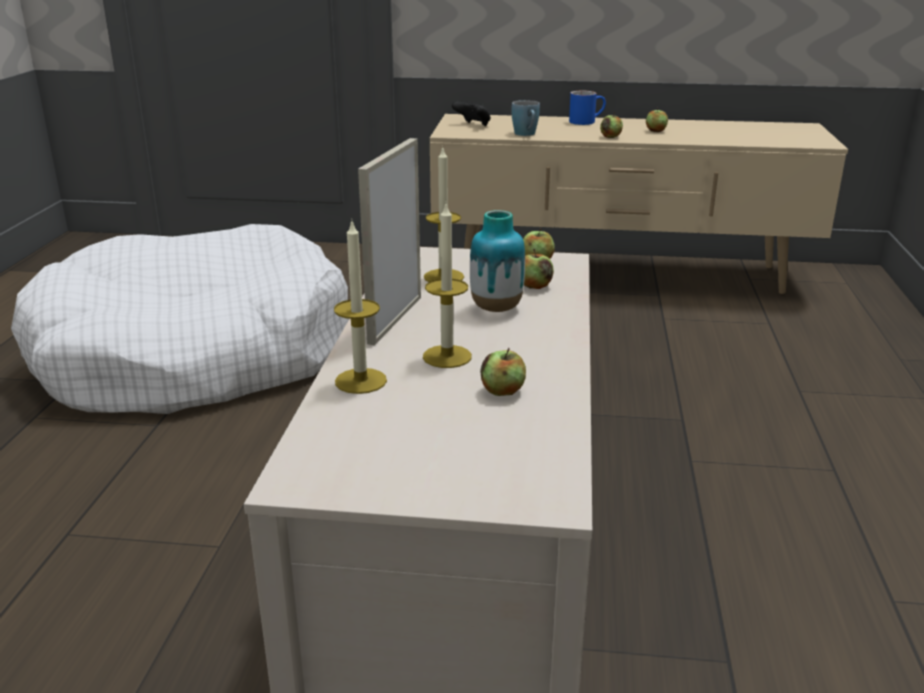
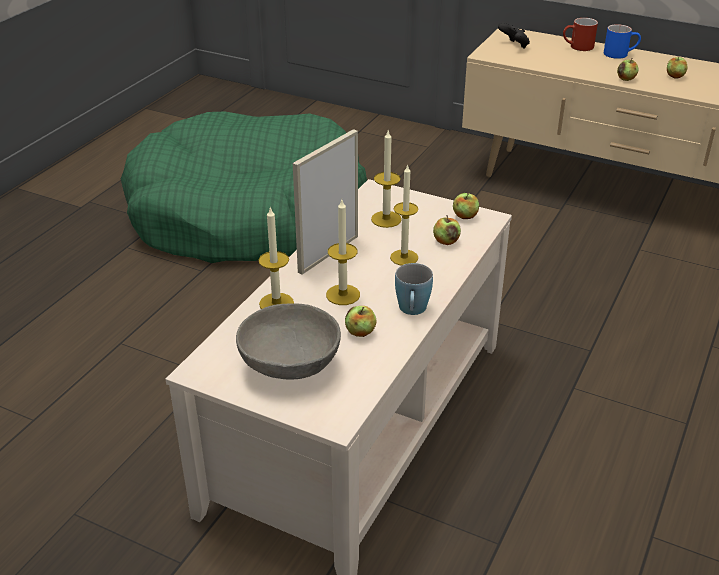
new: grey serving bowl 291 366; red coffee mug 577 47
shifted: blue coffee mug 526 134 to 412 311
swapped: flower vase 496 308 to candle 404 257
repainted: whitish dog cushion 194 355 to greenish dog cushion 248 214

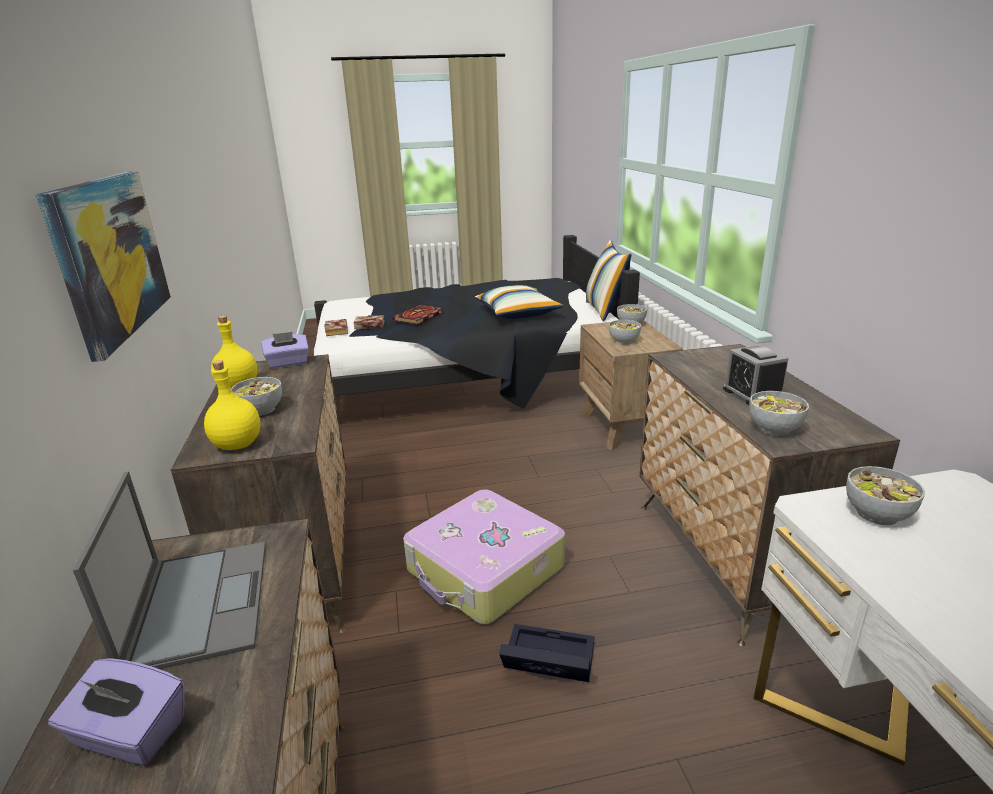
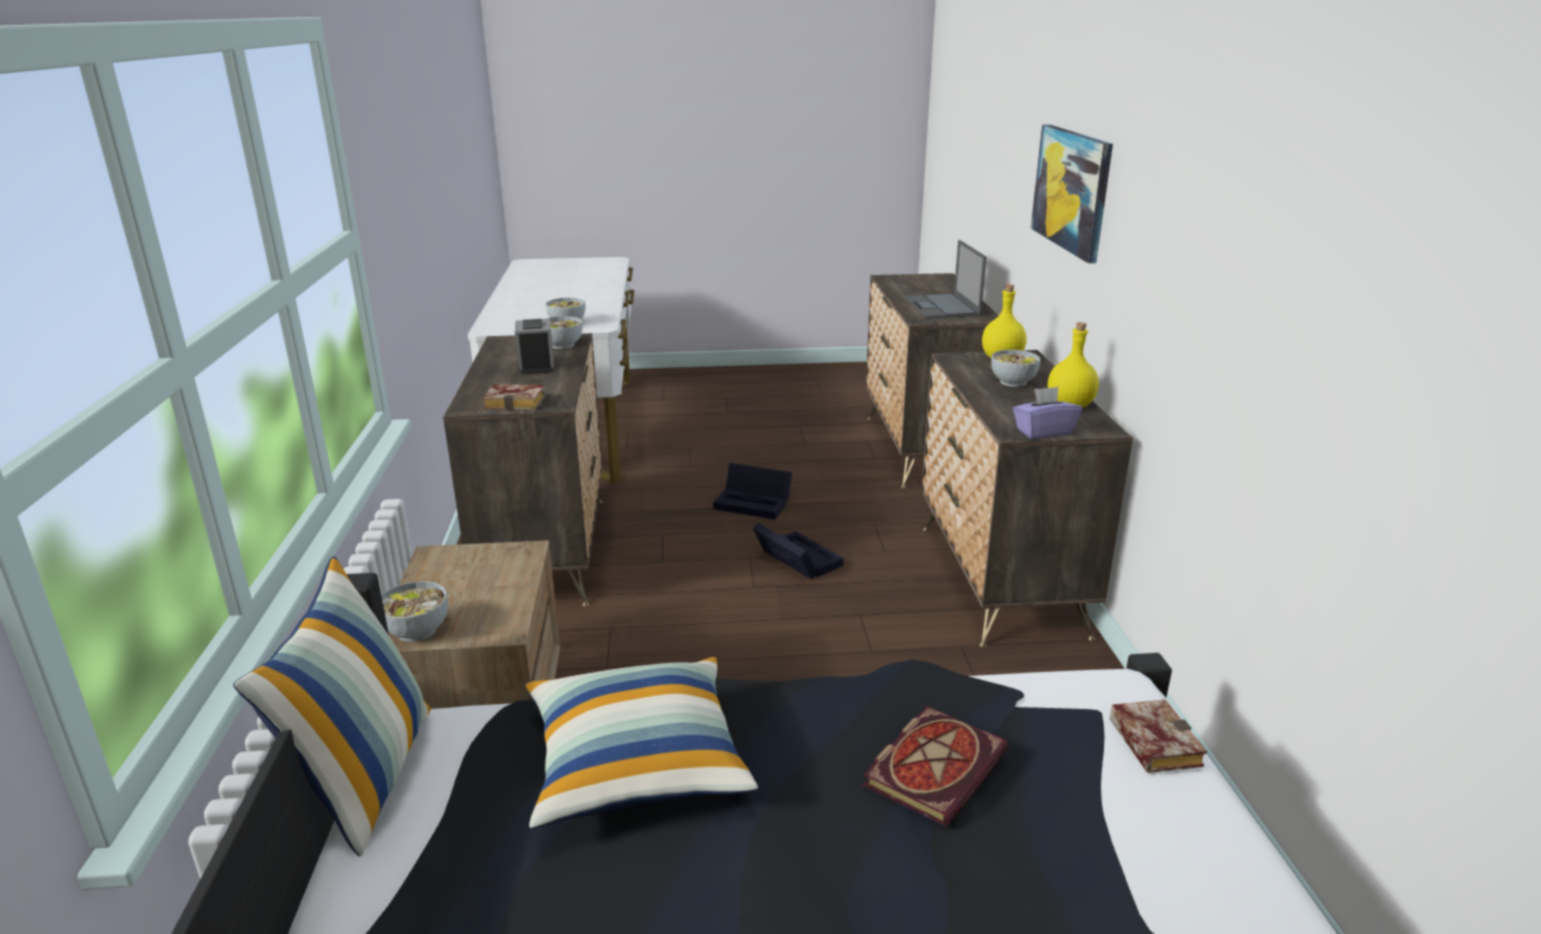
gone: purple-coloured tissue box 130 735; serving bowl 624 341
shifted: bound book 368 326 to 517 402
swapped: travel case 485 570 to blackish storage container 795 559

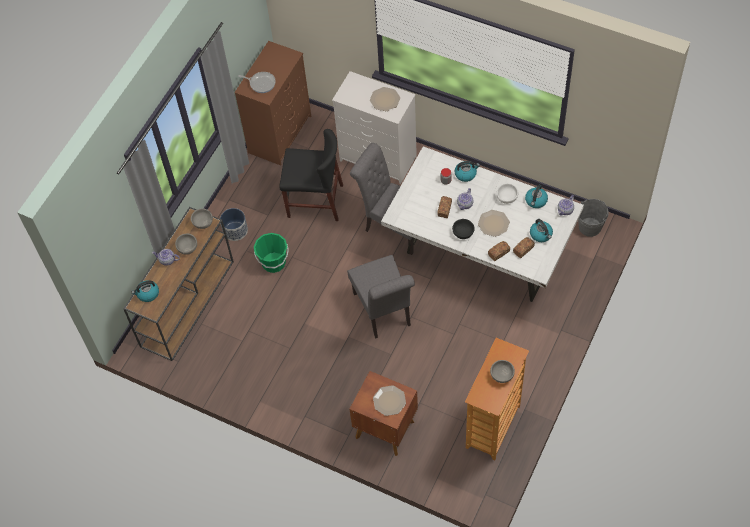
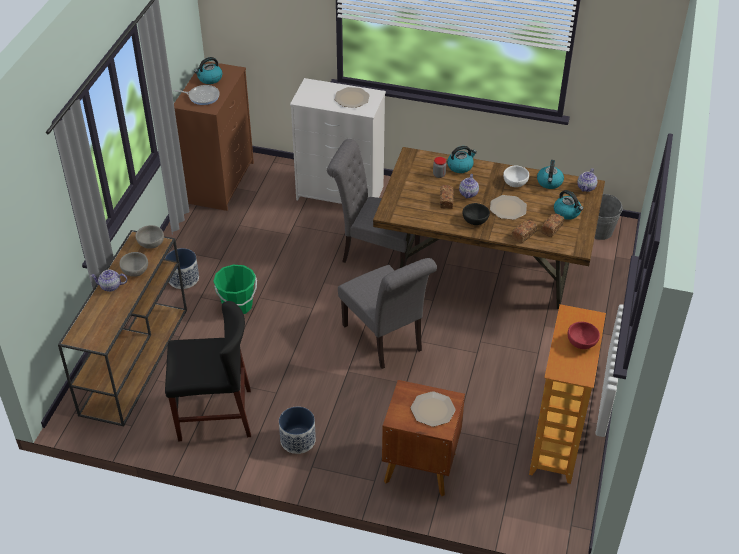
new: flower pot 297 440
shifted: tea kettle 147 294 to 209 79; blackish chair 315 201 to 214 415
repainted: whitish kitchen table 481 254 to brown-coloured kitchen table 485 270; grey serving bowl 501 375 to red serving bowl 581 342

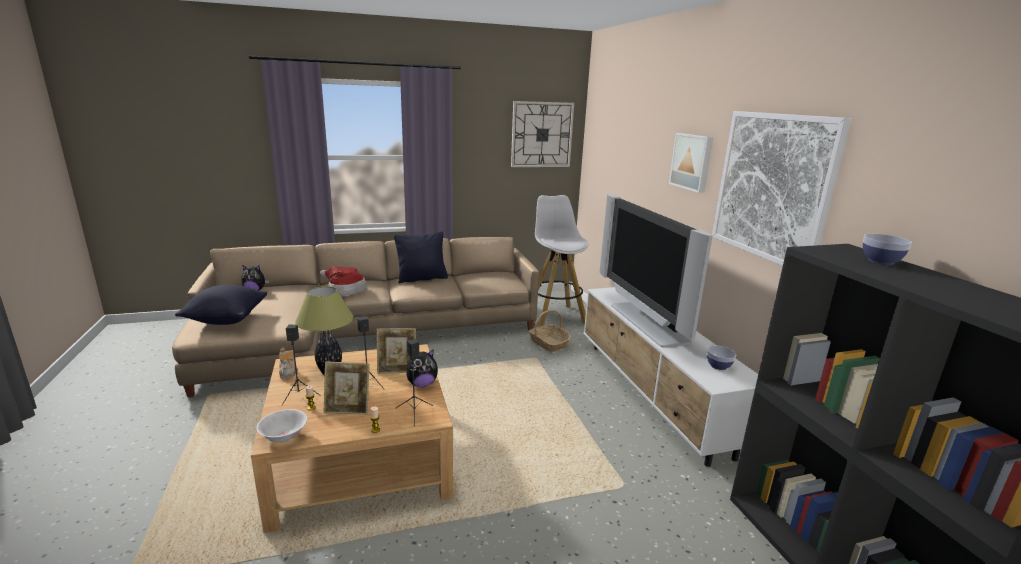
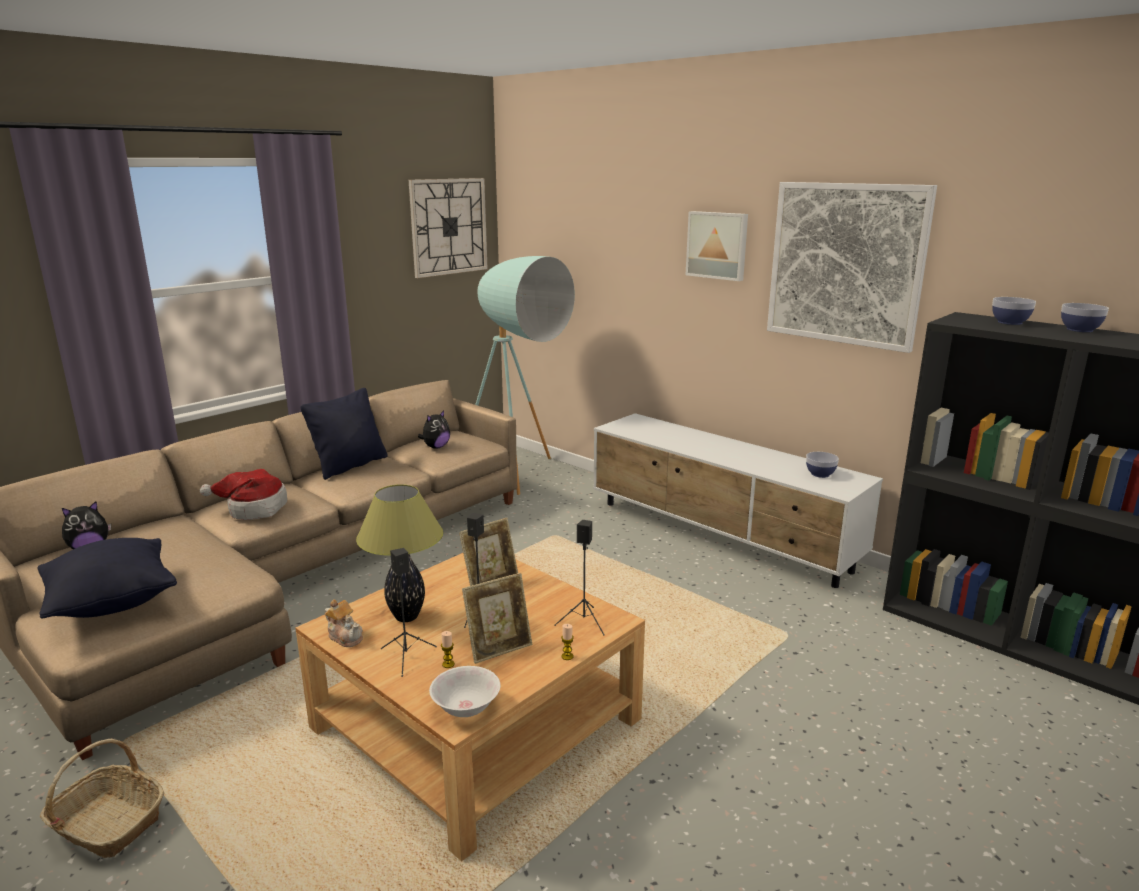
gone: television 646 323
new: serving bowl 1080 330
shifted: cuddly toy 422 384 to 436 447; storage basket 548 343 to 107 824
swapped: whitish stool seat 555 316 to turquoise-coloured standing lamp 521 479

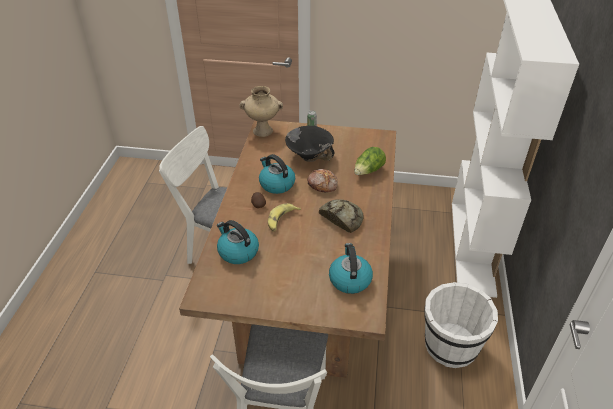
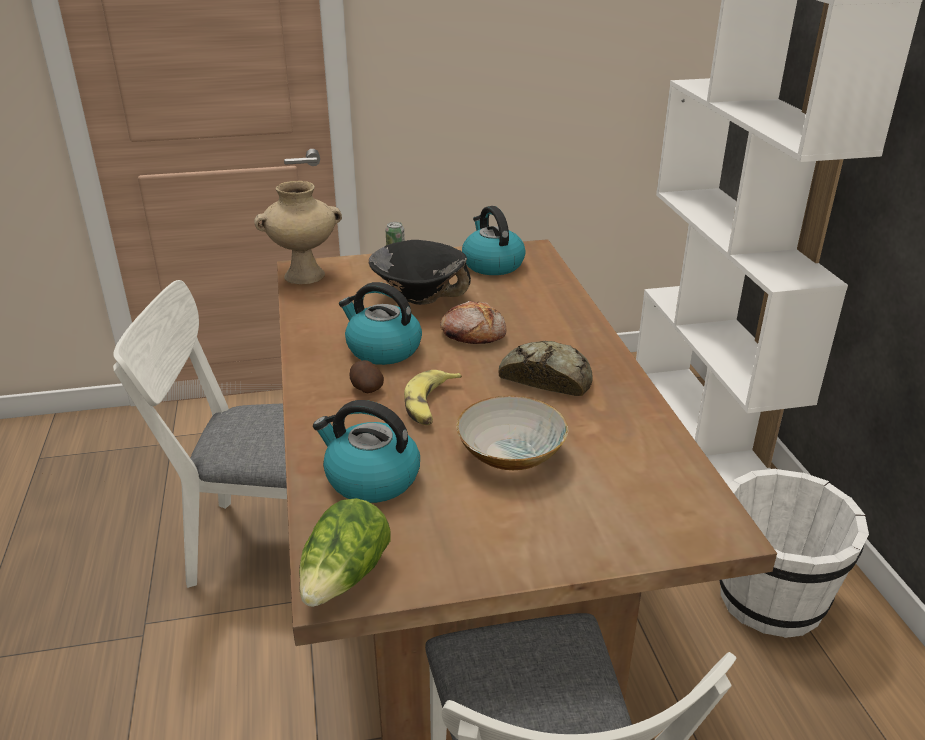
new: serving bowl 510 455
shifted: tea kettle 349 279 to 492 264; head of lettuce 368 171 to 345 577

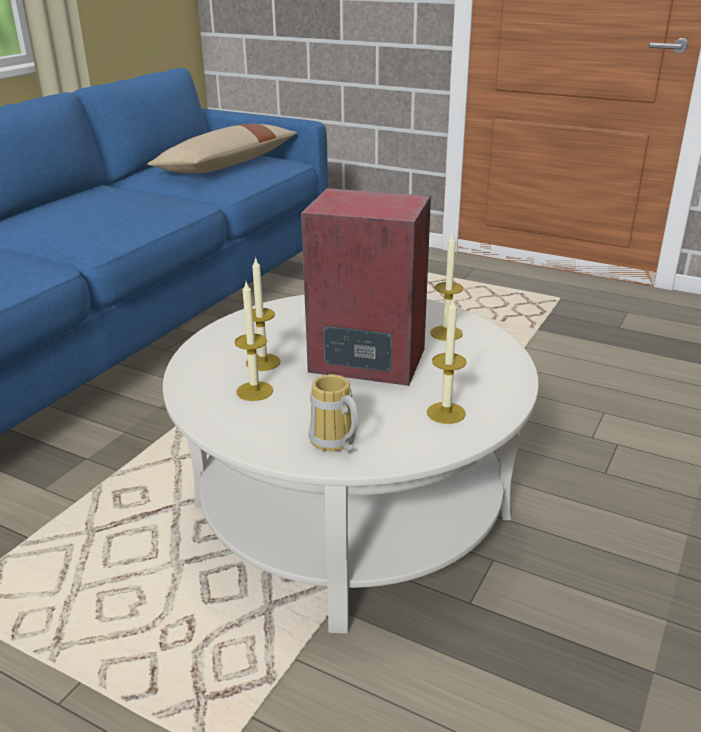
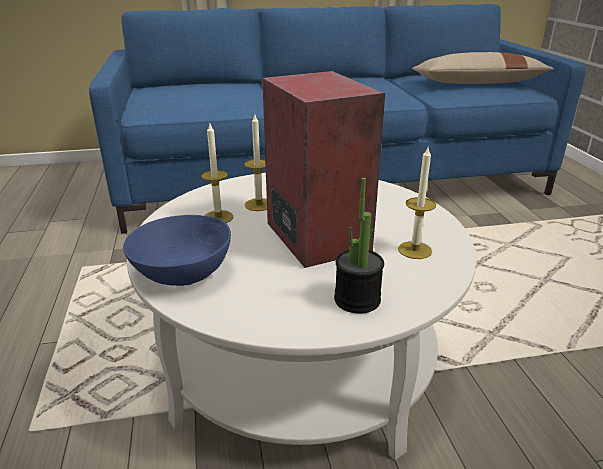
gone: candle 446 413
new: potted plant 357 299
swapped: coffee mug 333 444 to blue serving bowl 182 272

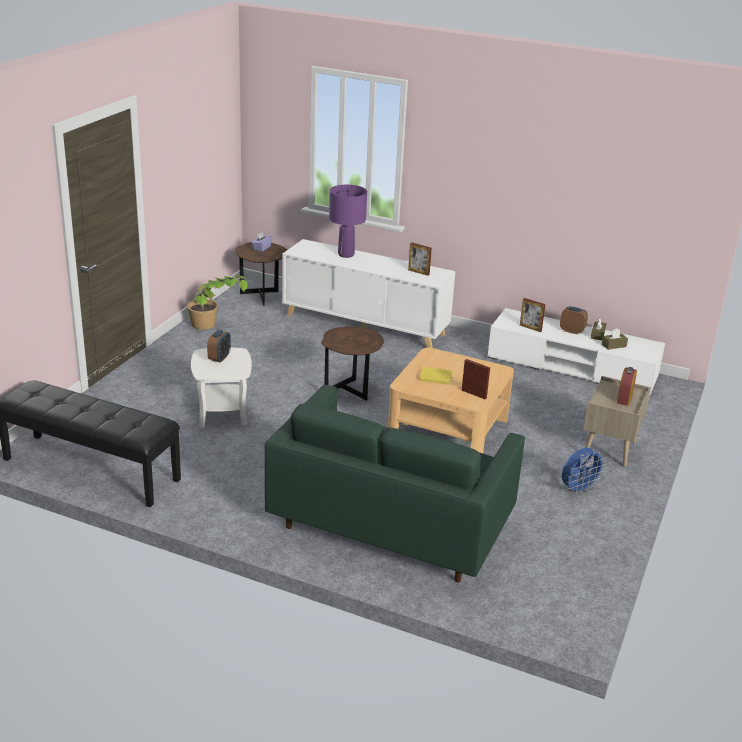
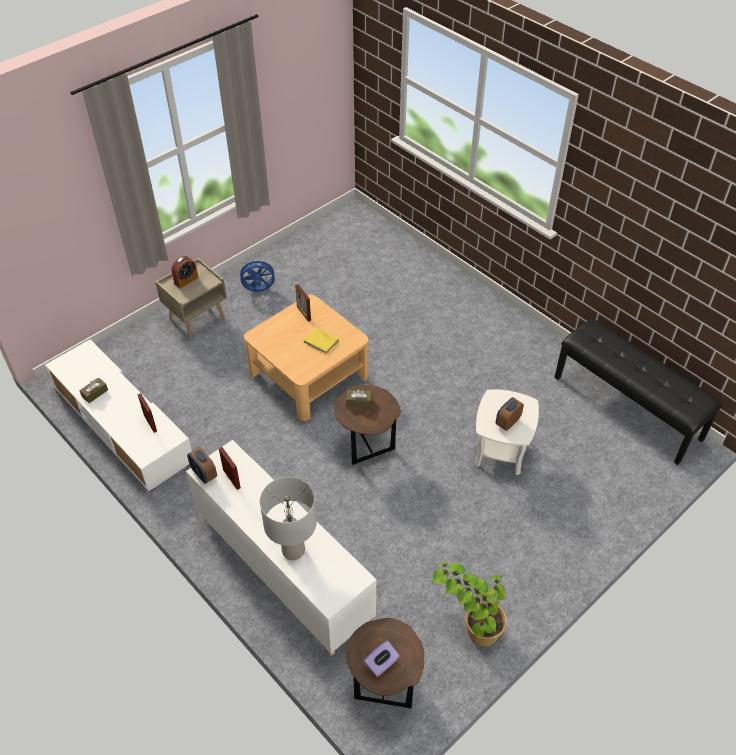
gone: greenish settee 391 525
shifted: bedside clock 572 331 to 204 474; brown-coloured tissue box 613 345 to 358 402
repainted: purple-coloured lamp for a table 346 254 to grey lamp for a table 293 551

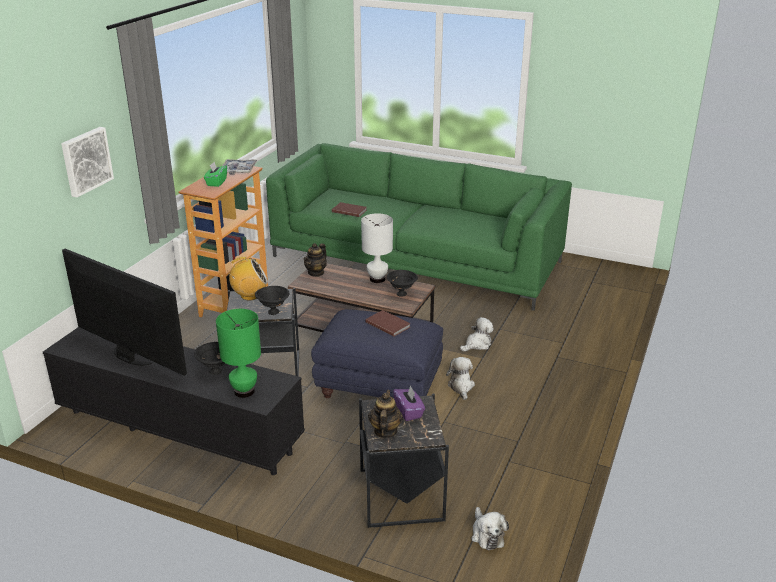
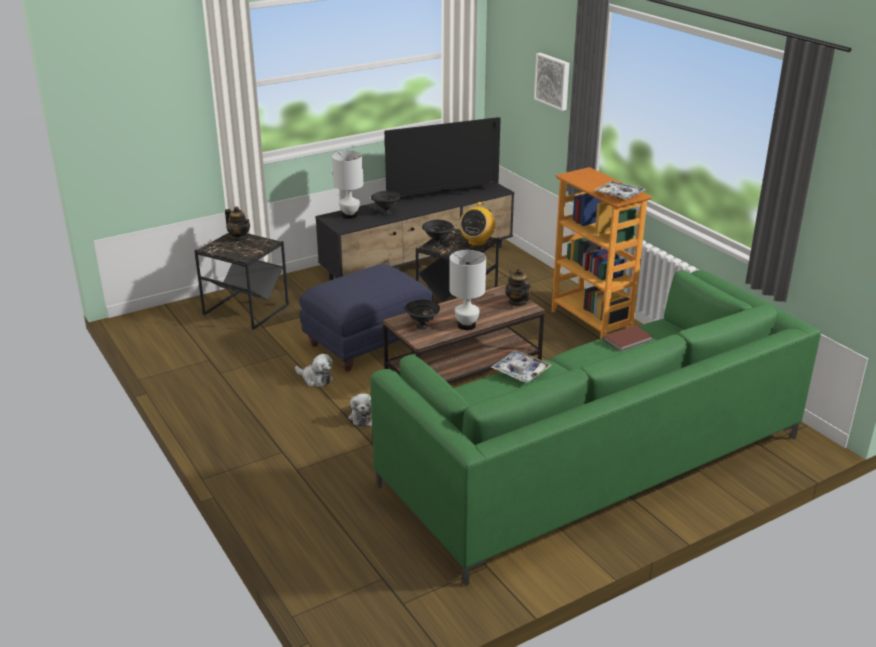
gone: greenish tissue box 216 182; brown-coloured bound book 388 324; purple-coloured tissue box 409 411; cuddly toy 487 534
new: serving tray 520 371
repainted: greenish lamp for a table 244 391 to whitish lamp for a table 350 216

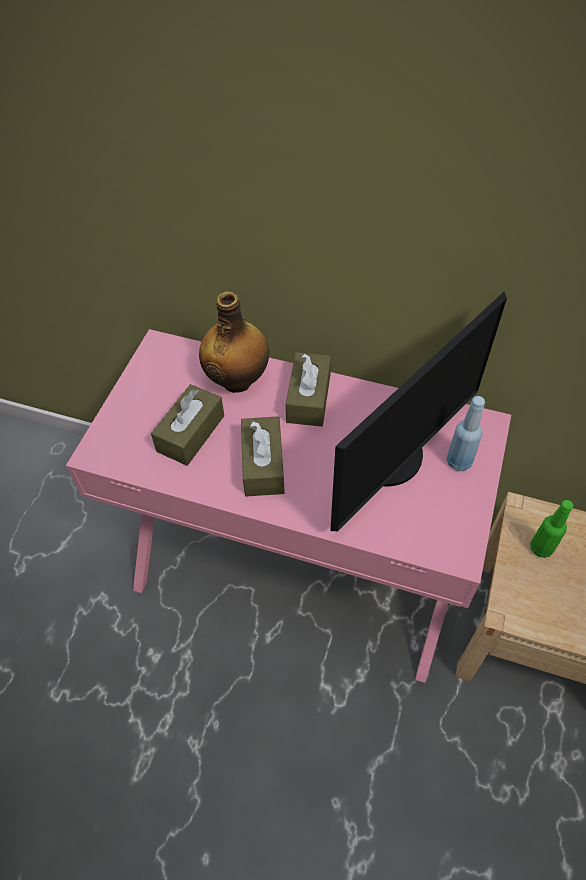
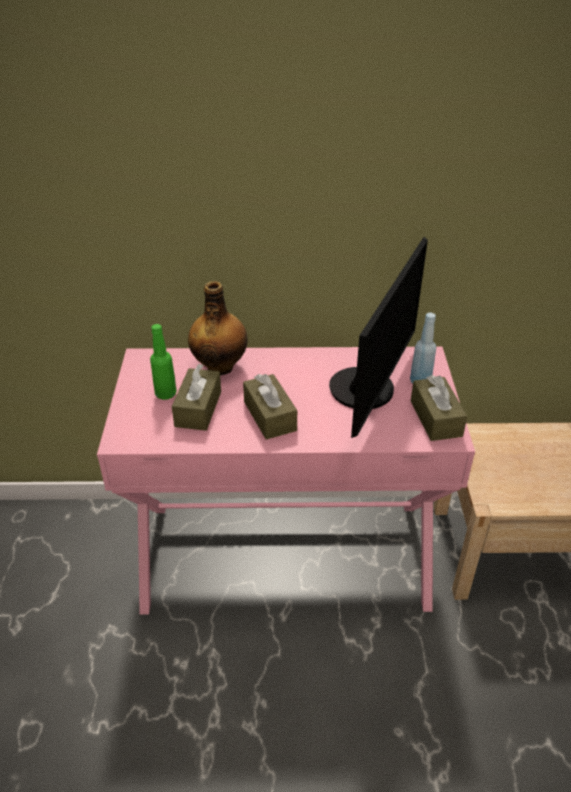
shifted: brown-coloured tissue box 308 398 to 435 418; greenish drink bottle 541 548 to 165 394

